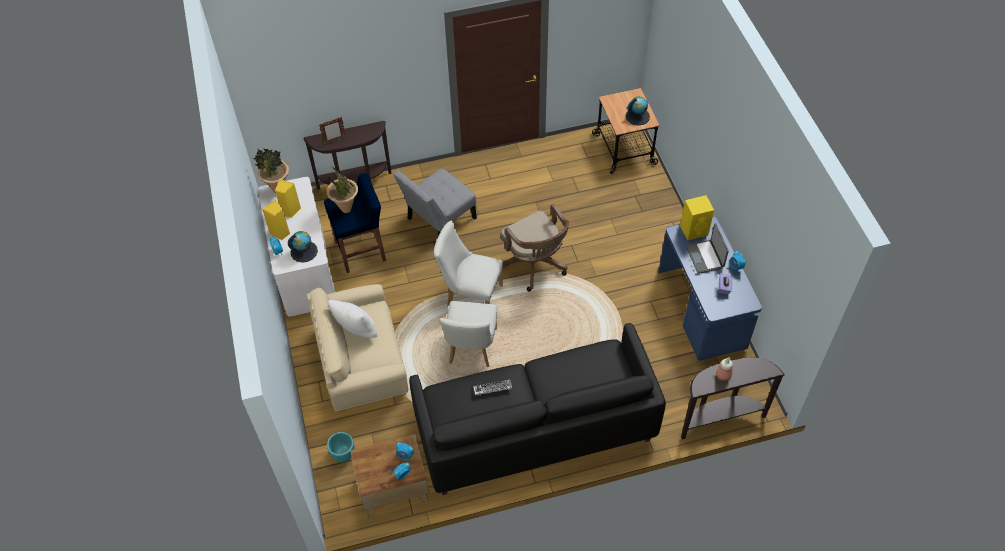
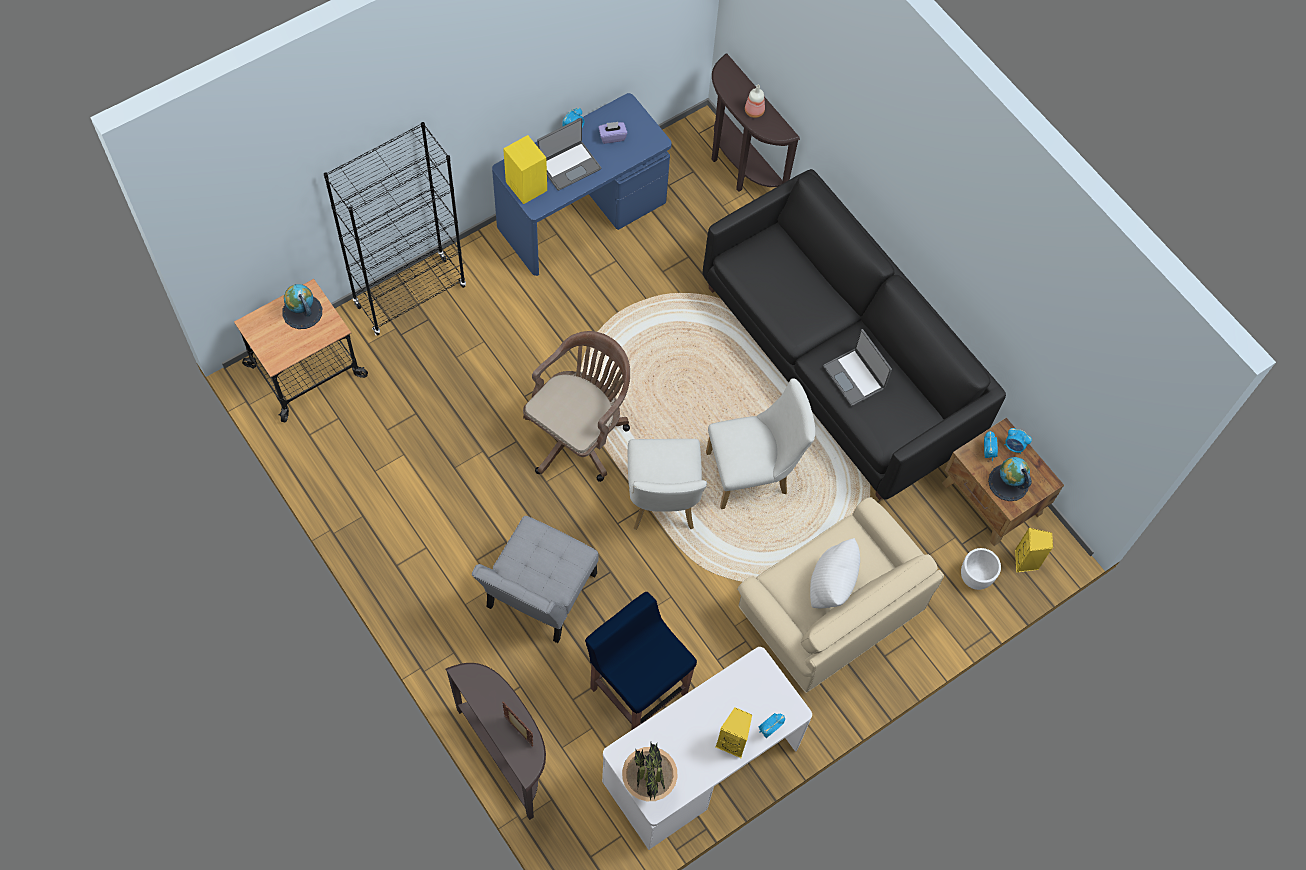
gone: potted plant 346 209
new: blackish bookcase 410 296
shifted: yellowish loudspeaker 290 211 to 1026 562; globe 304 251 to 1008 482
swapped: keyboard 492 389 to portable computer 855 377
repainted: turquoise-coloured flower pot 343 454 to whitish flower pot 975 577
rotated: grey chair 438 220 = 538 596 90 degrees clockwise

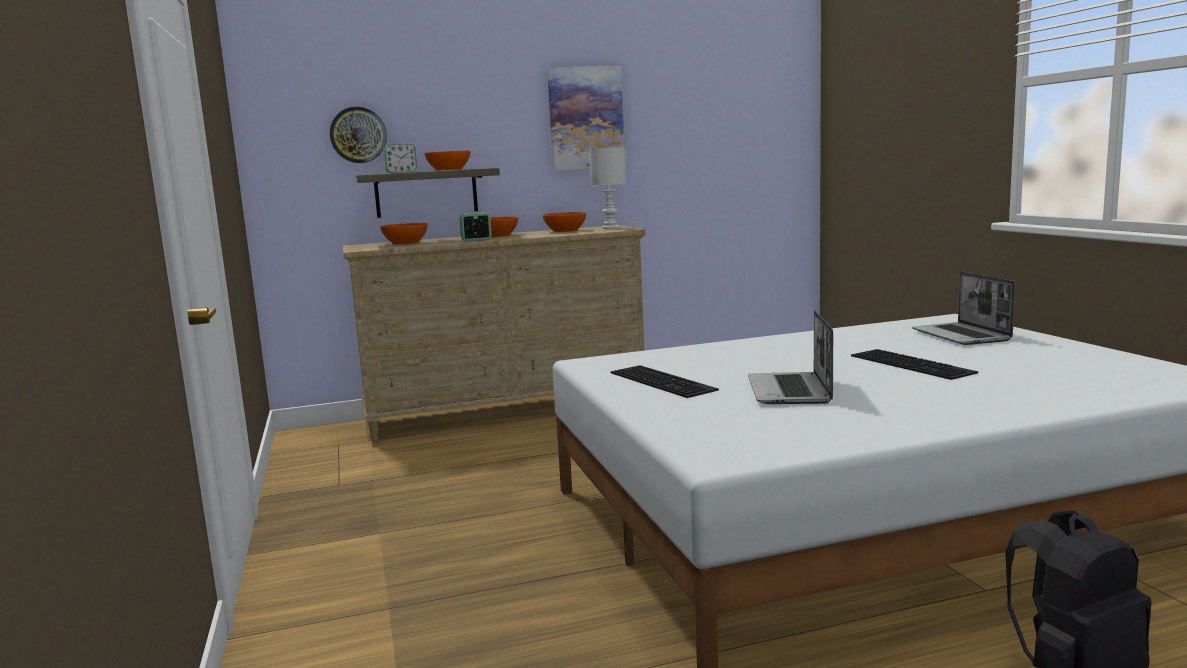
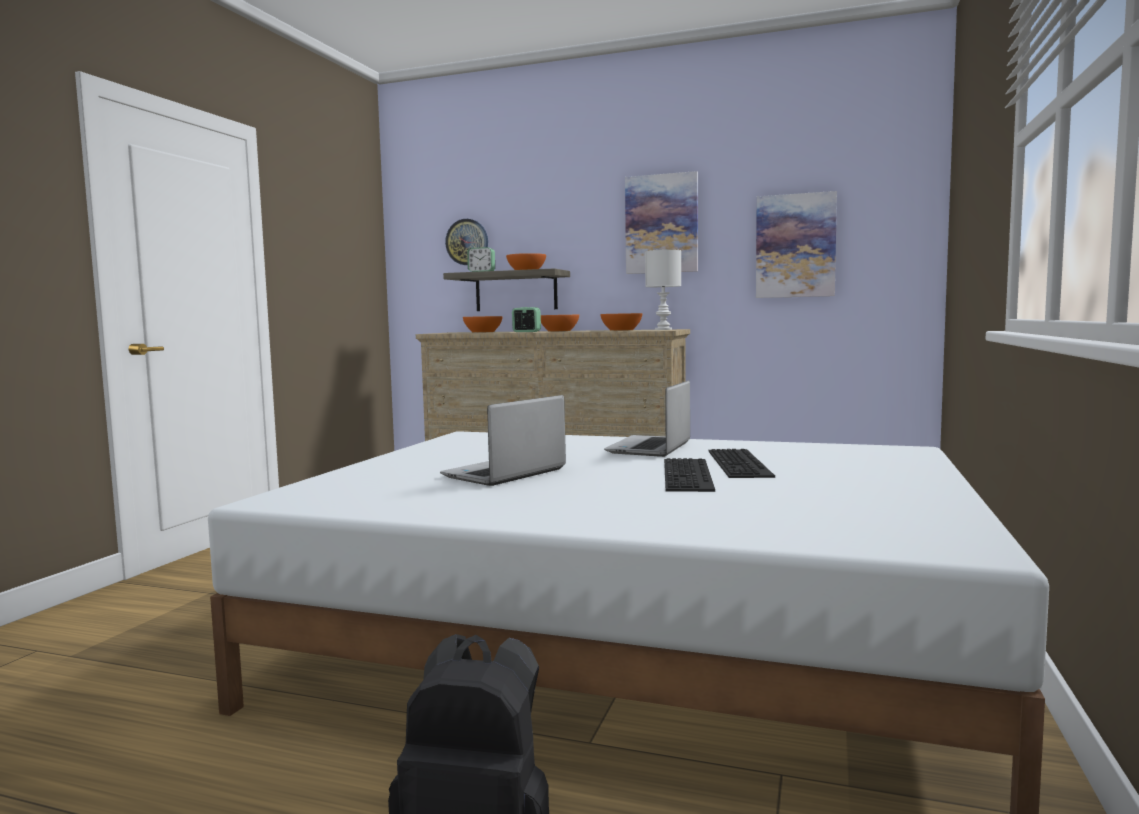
new: picture 795 246
shifted: keyboard 664 381 to 741 463; portable computer 962 336 to 650 448

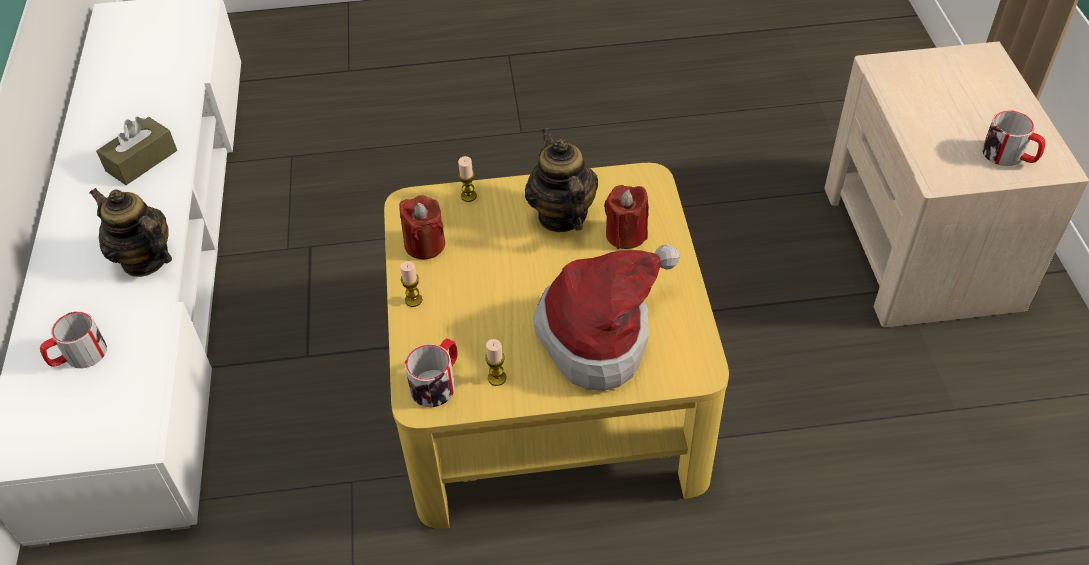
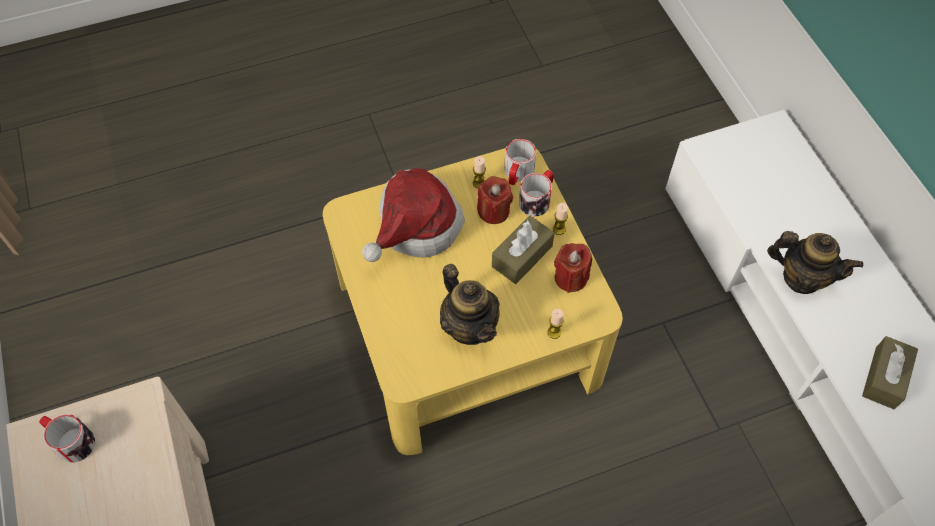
new: brown-coloured tissue box 522 256
shifted: coffee mug 78 356 to 537 199; red candle 626 234 to 493 211

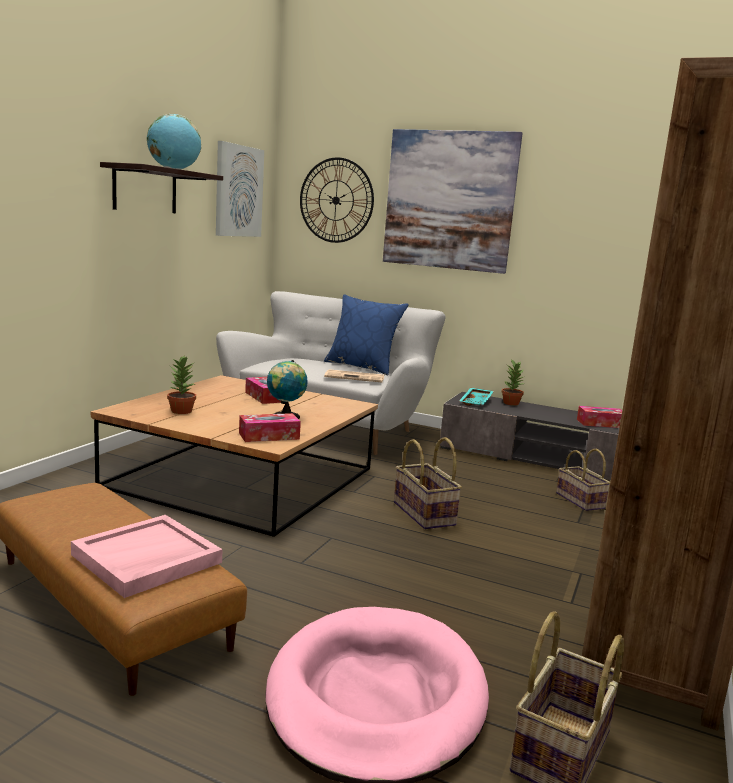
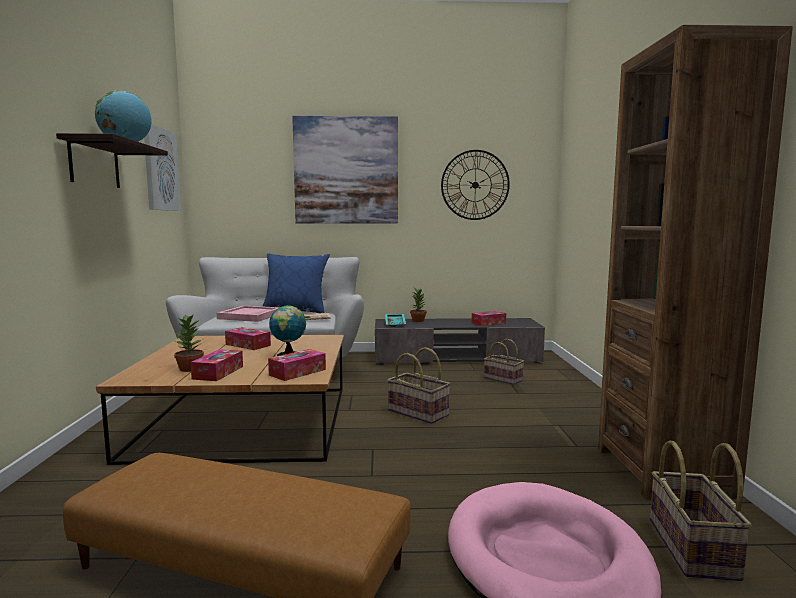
new: tissue box 218 372
shifted: pinkish serving tray 146 559 to 250 316; hanging clock 336 200 to 475 185

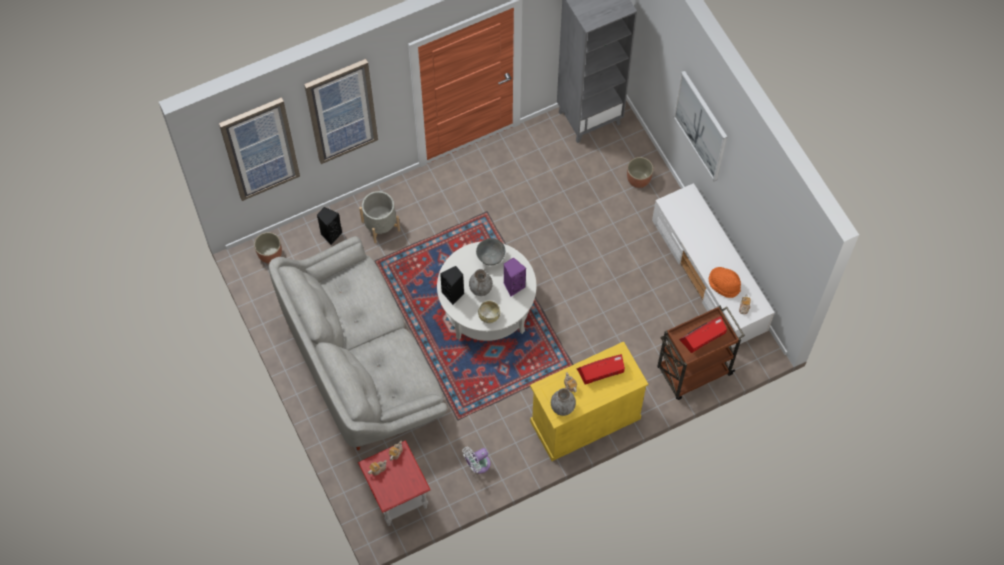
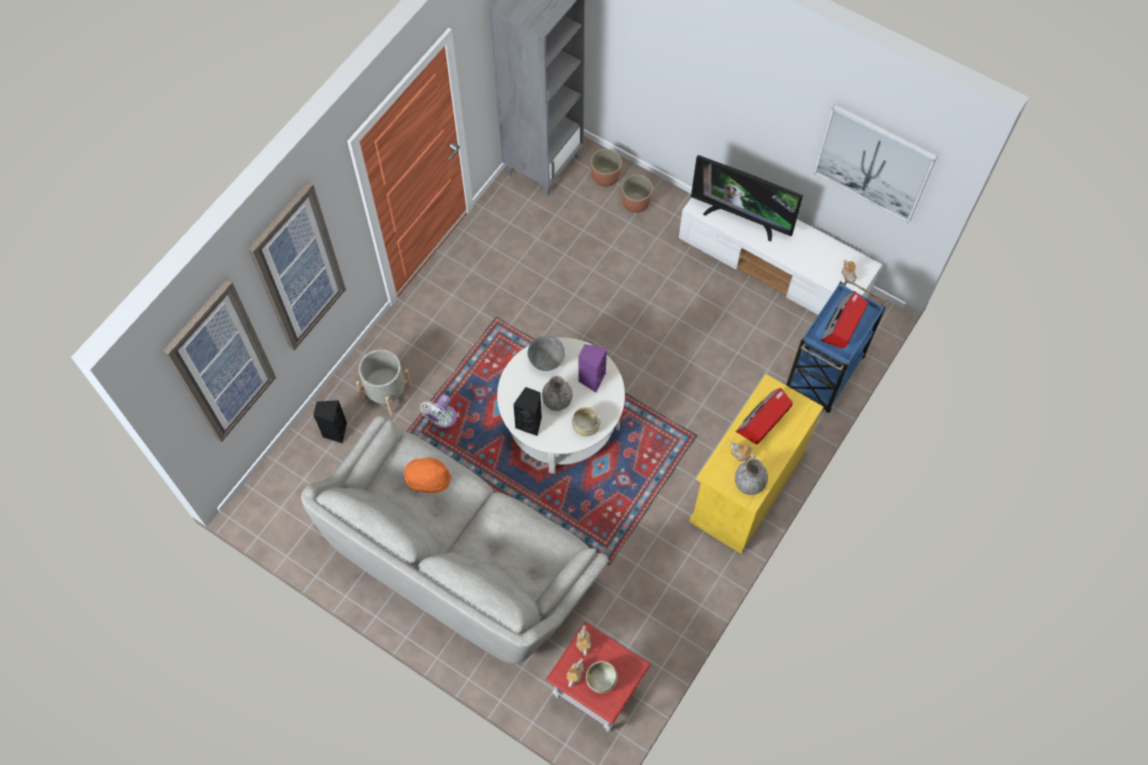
new: beige serving bowl 601 680; television 742 217
shifted: flower pot 270 254 to 605 177; whitish electric fan 477 464 to 442 419; picture 701 125 to 873 163; orange hat 724 285 to 428 479
repainted: brown-coloured wheeled cart 693 372 to blue wheeled cart 824 375

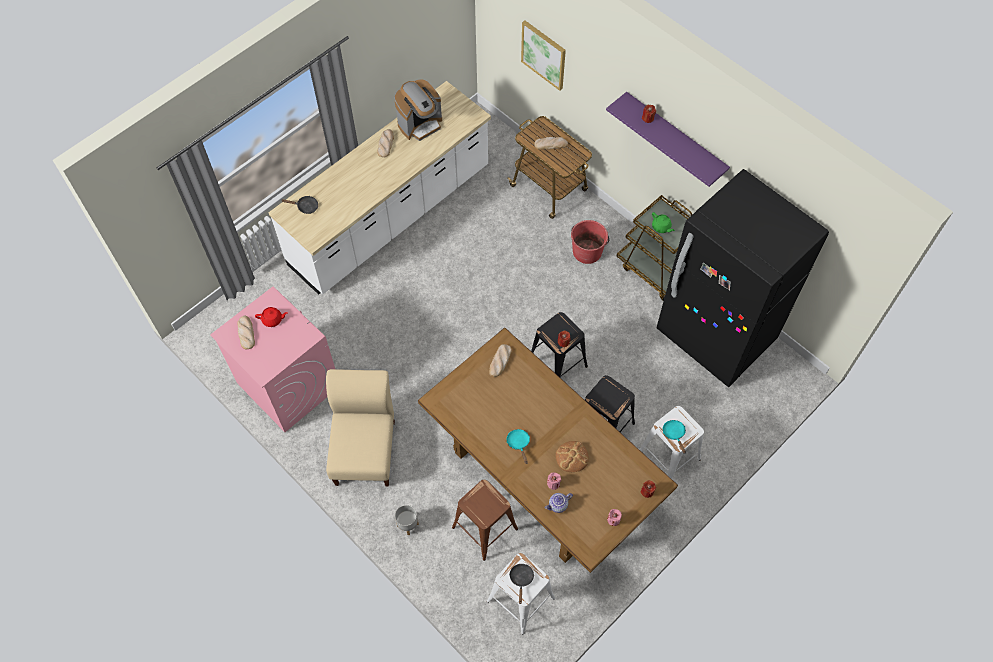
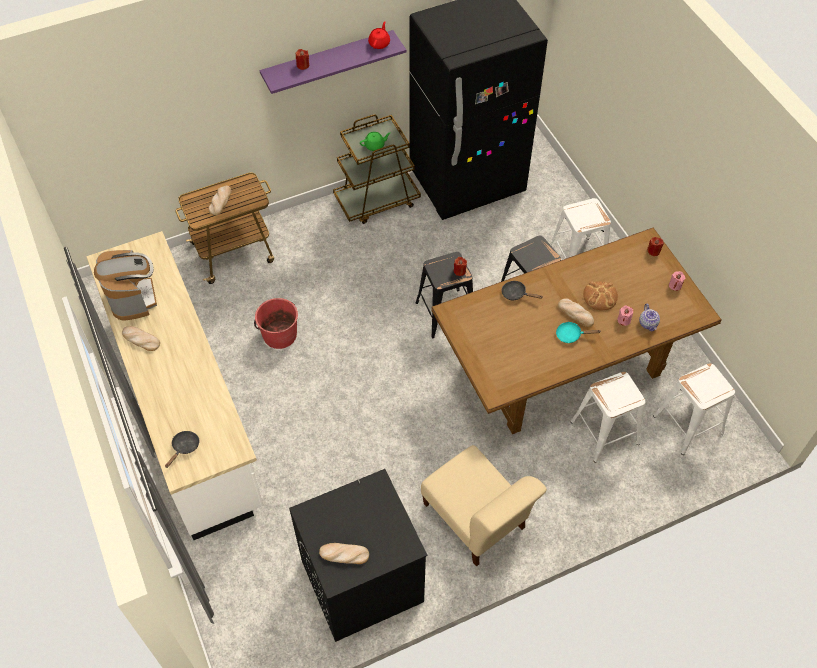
gone: grey flower pot 407 525; picture 544 54; turquoise-coloured pan 674 434
shifted: red teapot 273 320 to 379 43; bread 500 361 to 576 313; blackish pan 521 579 to 516 294; red bucket 587 251 to 279 334
repainted: pinkish laundry appliance 288 384 to blackish laundry appliance 361 582; brown-coloured stool seat 484 528 to whitish stool seat 604 433
rotated: beige chair 365 449 = 476 520 150 degrees counterclockwise

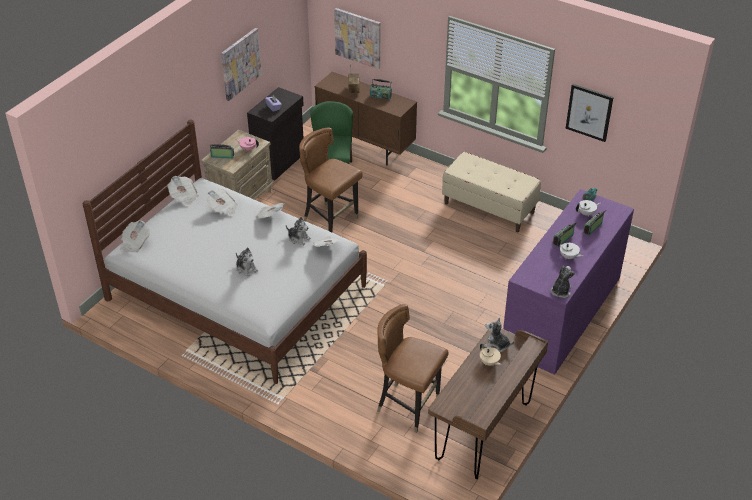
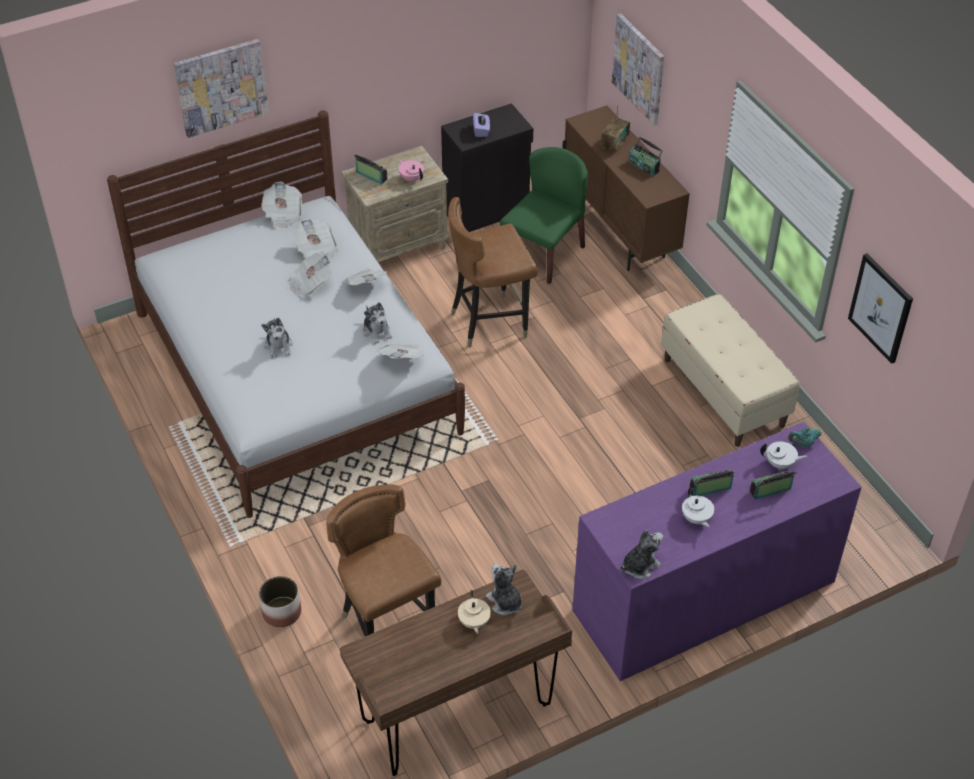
new: flower pot 281 612
shifted: printed paper 134 243 to 310 284; picture 240 63 to 221 87
rotated: brown-coloured chair 331 221 = 489 322 90 degrees counterclockwise

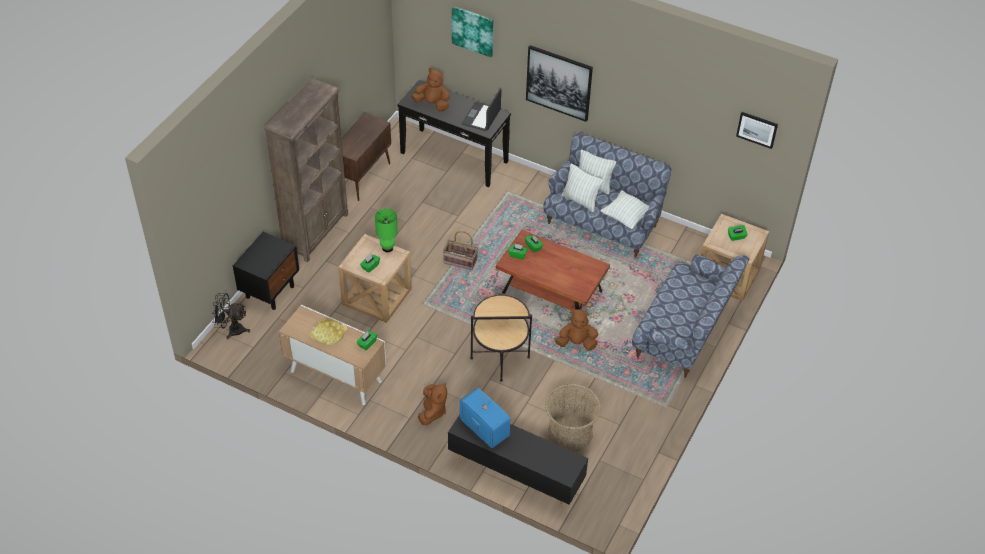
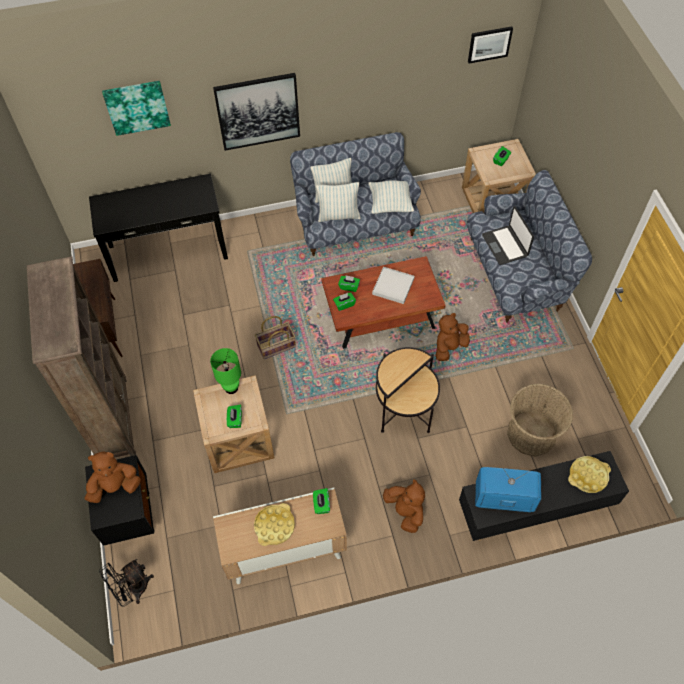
new: whitish serving tray 393 286; yellowish serving tray 588 476
shifted: brown-coloured cuddly toy 432 104 to 115 486; portable computer 482 117 to 505 245

